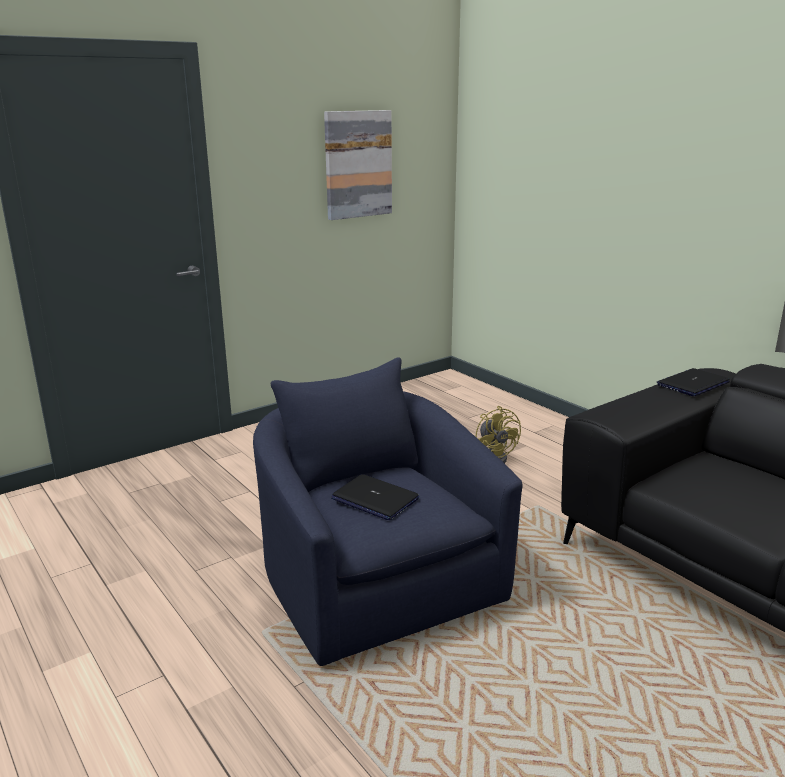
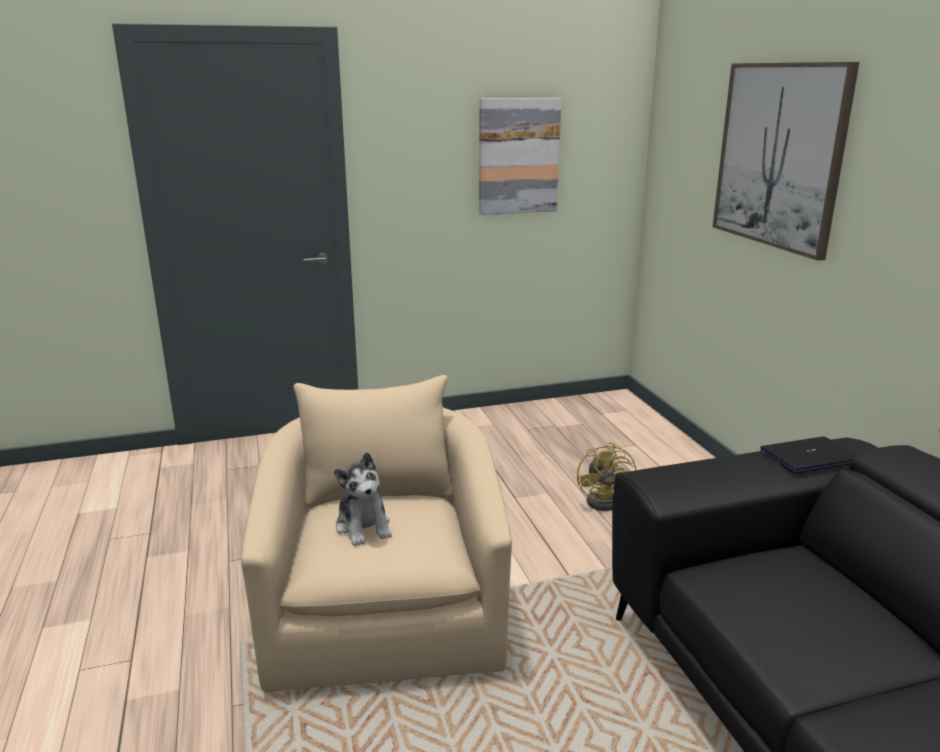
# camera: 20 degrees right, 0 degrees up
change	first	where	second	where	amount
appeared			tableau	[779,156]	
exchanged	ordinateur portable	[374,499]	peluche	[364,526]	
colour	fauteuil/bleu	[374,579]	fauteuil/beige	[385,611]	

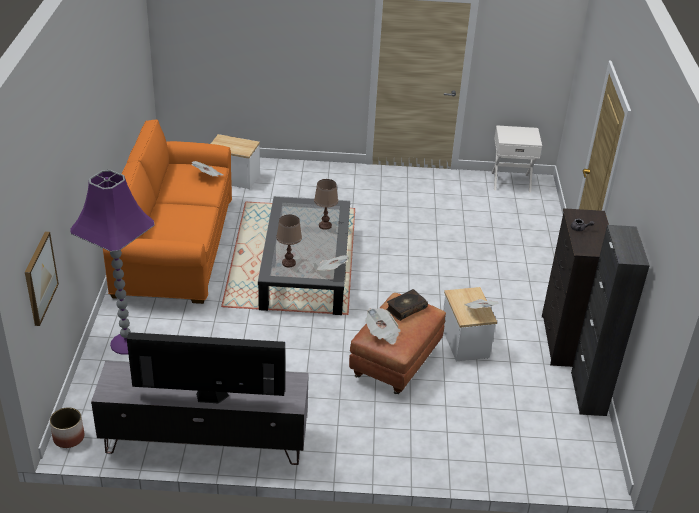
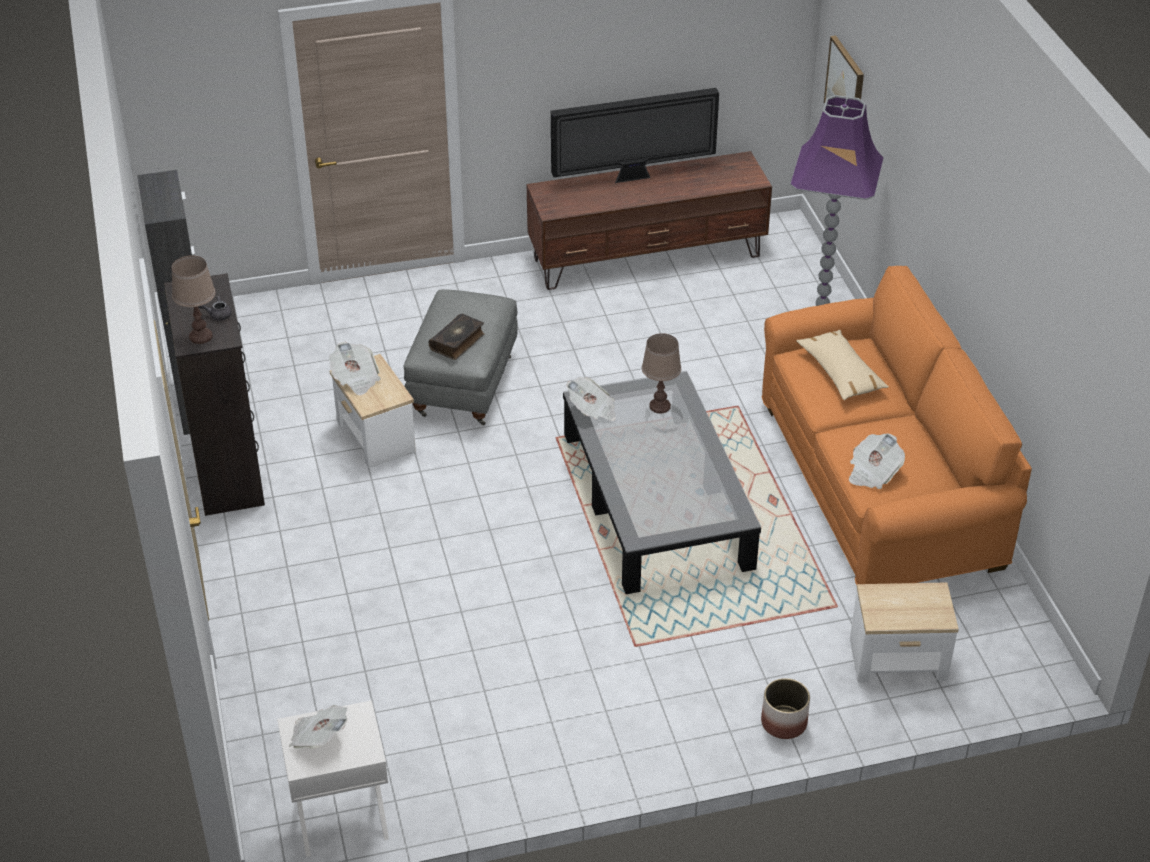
# camera: 165 degrees right, 5 degrees up
change	first	where	second	where	amount
appeared			coussin/beige	[840,372]	
relocated	cache-pot	[69,437]		[783,723]	
relocated	lampe de table/marron	[325,225]		[201,336]	
relocated	journal	[382,333]		[319,737]	
colour	meuble télé/gris	[204,440]	meuble télé/marron	[647,257]	
colour	pouf/marron	[395,364]	pouf/gris	[463,385]	

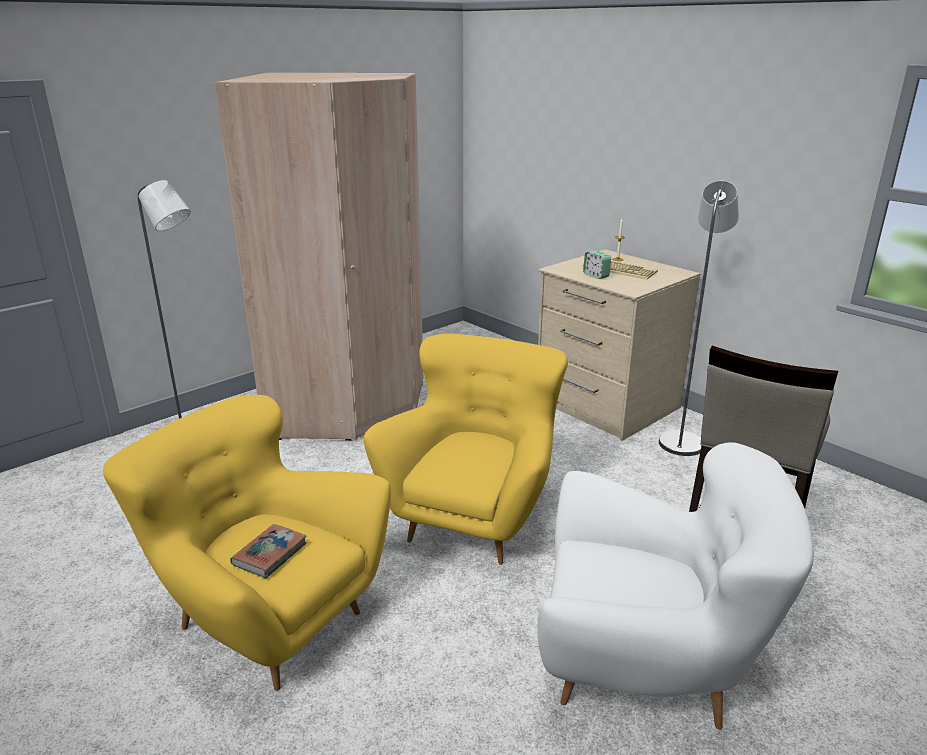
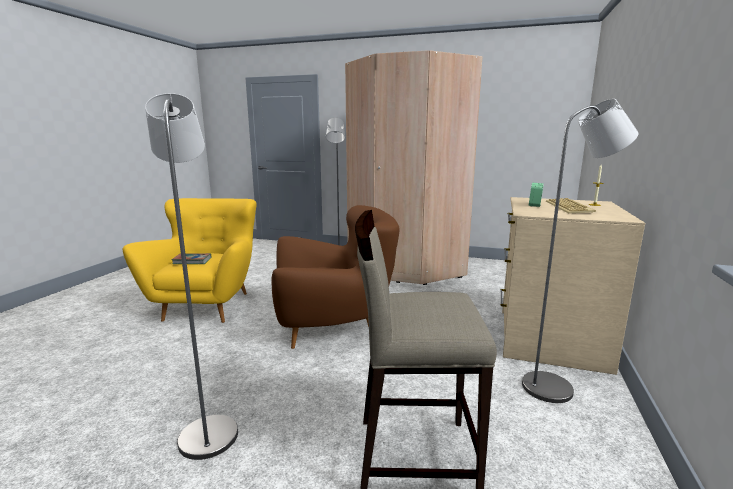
# camera: 60 degrees right, 10 degrees down
change	first	where	second	where	amount
exchanged	fauteuil/blanc	[645,668]	lampadaire/gris	[209,430]	
colour	fauteuil/jaune	[475,516]	fauteuil/marron	[334,328]	

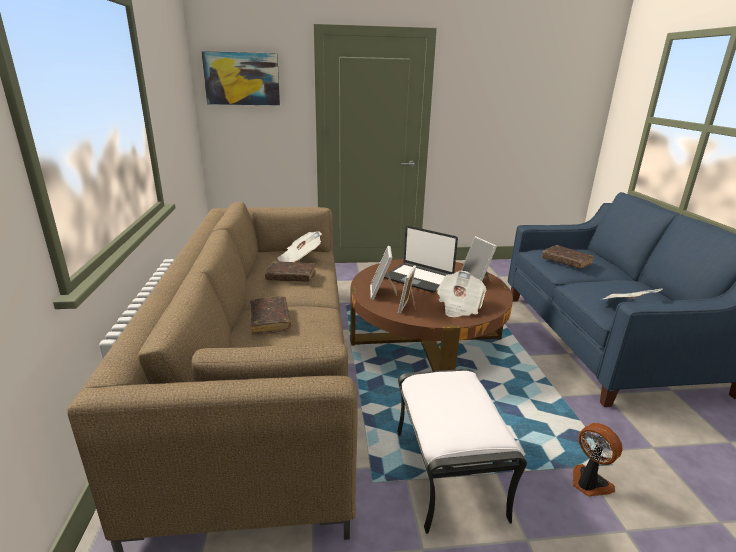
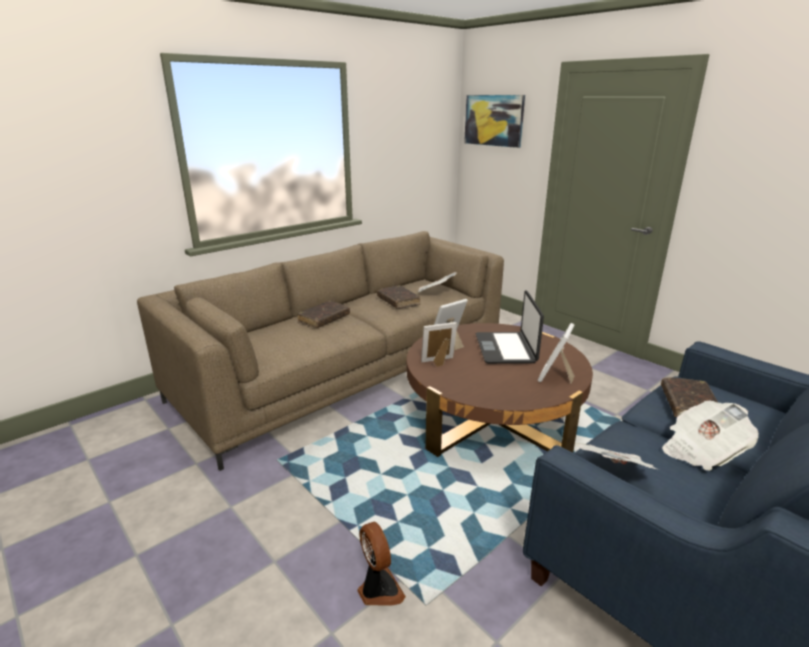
# camera: 55 degrees right, 0 degrees up
change	first	where	second	where	amount
missing	pouf/blanc	[449,473]			
relocated	journal	[459,306]		[701,451]	
spun	ventilateur	[588,483]		[378,590]	45 degrees counterclockwise

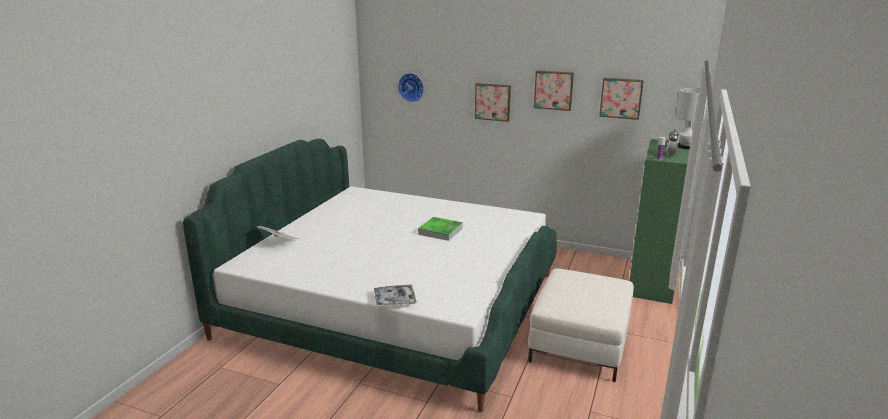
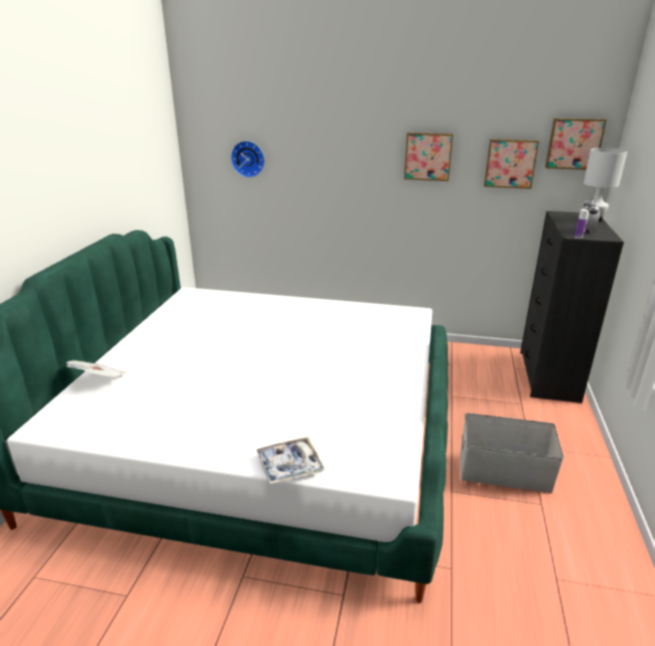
# camera: 10 degrees left, 5 degrees up
change	first	where	second	where	amount
missing	plateau	[440,231]			
relocated	tableau	[493,101]		[574,143]	
exchanged	pouf/blanc	[579,343]	boîte de rangement/gris	[503,472]	
colour	commode/vert	[652,282]	commode/noir	[548,376]	

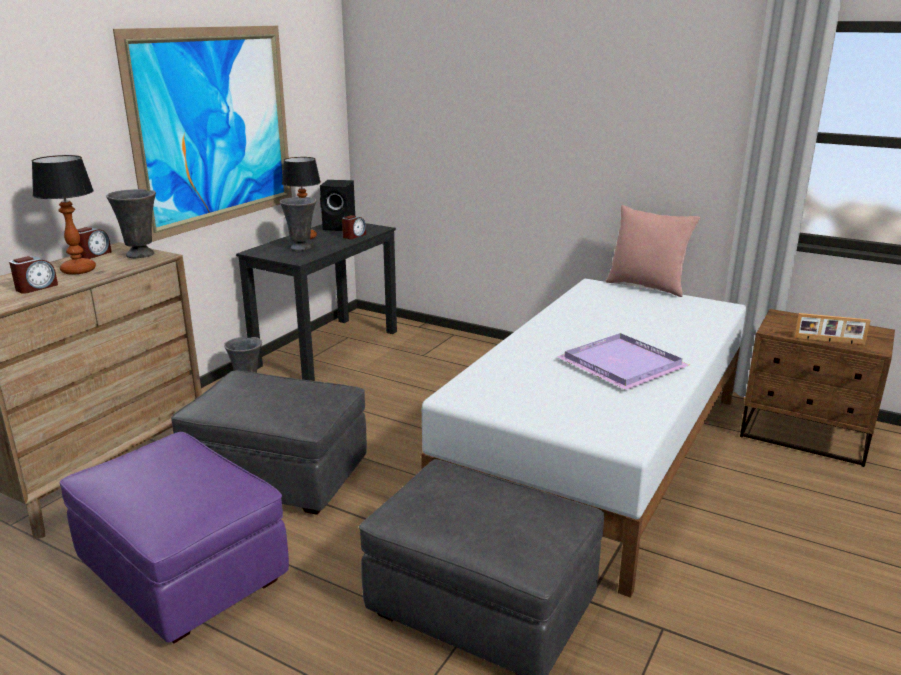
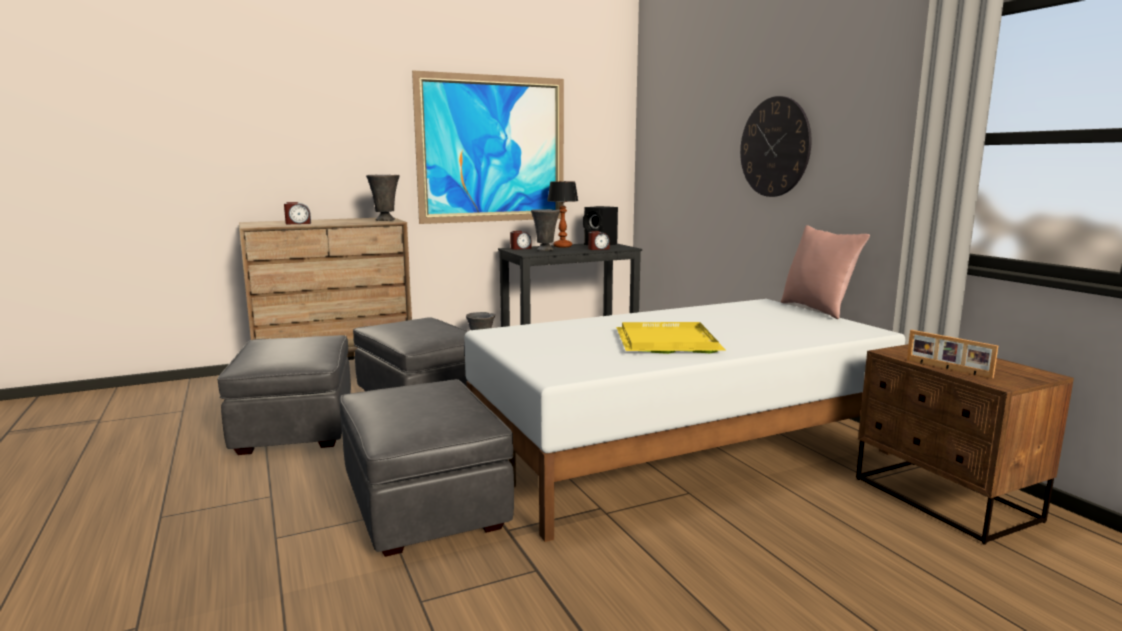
# camera: 35 degrees right, 10 degrees down
change	first	where	second	where	amount
missing	lampe de table	[77,270]			
appeared			horloge murale	[774,147]	
relocated	réveil	[93,255]		[520,248]	
colour	pouf/violet	[182,573]	pouf/gris	[295,427]	
colour	plateau/violet	[624,365]	plateau/jaune	[669,342]	

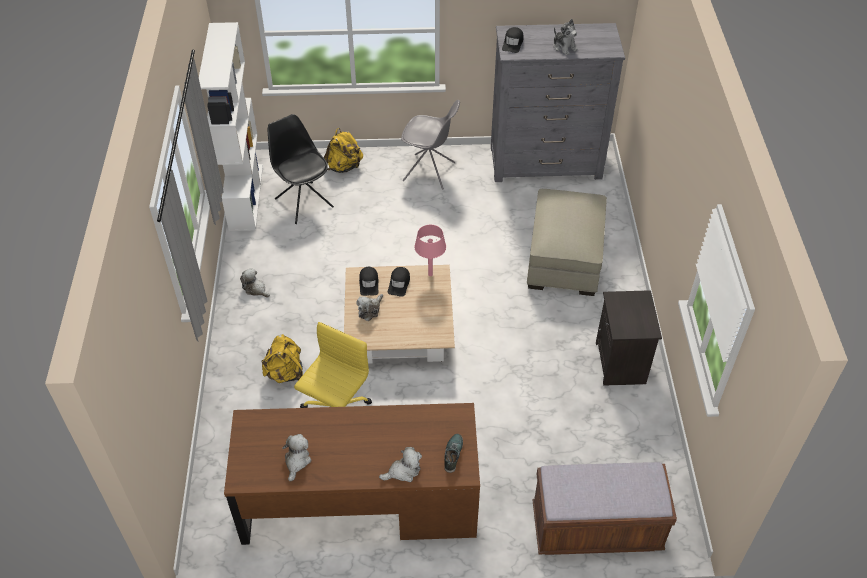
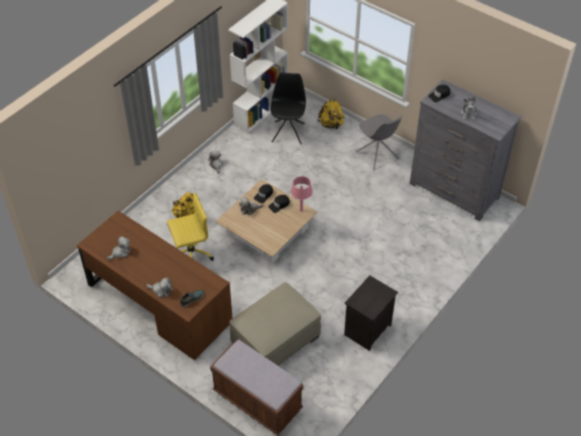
# camera: 40 degrees right, 0 degrees up
change	first	where	second	where	amount
relocated	pouf/beige	[564,258]		[276,339]	

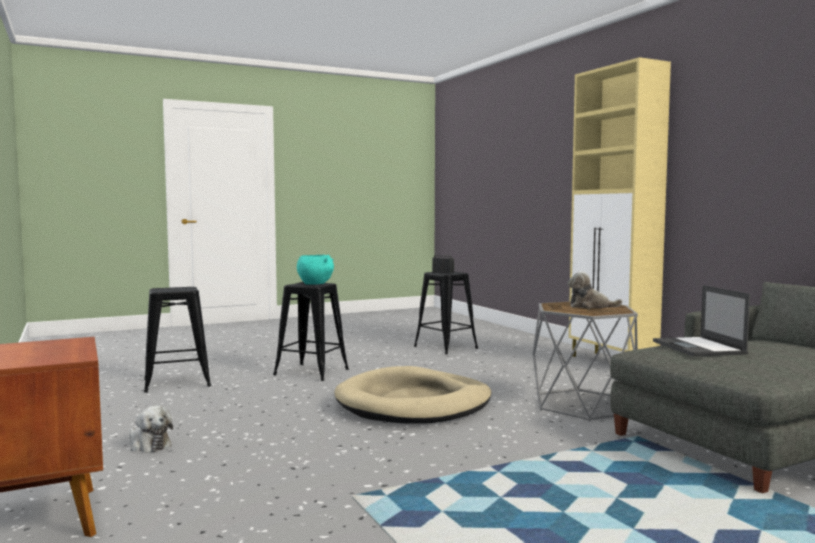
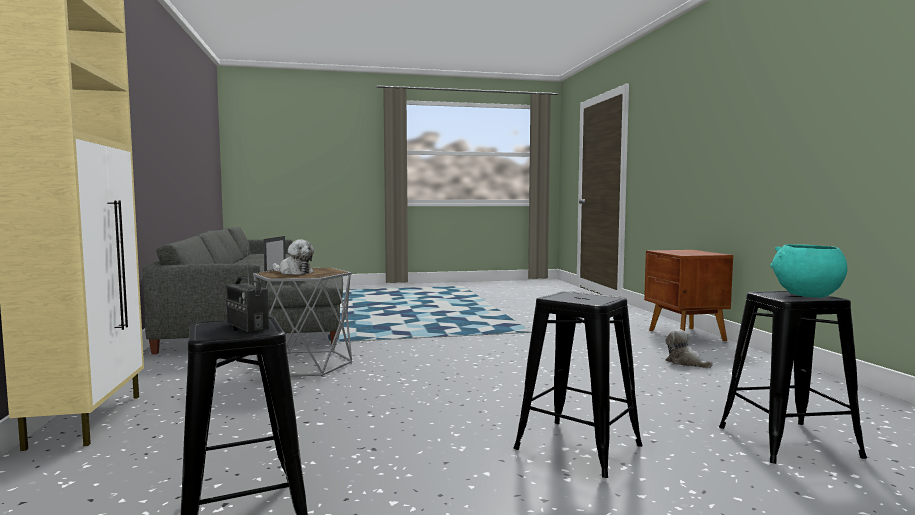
# camera: 165 degrees left, 0 degrees up
change	first	where	second	where	amount
missing	panier pour chien/beige	[414,403]			
relocated	bol/turquoise	[315,284]		[806,295]	

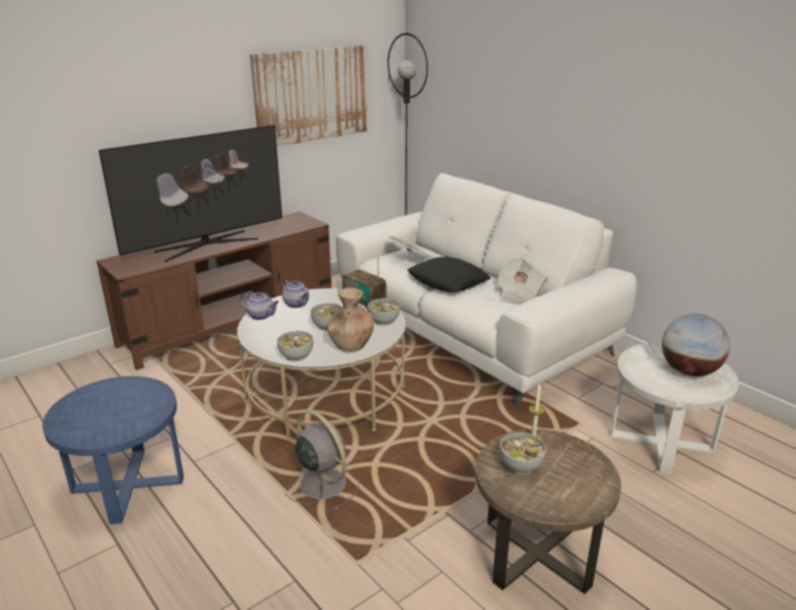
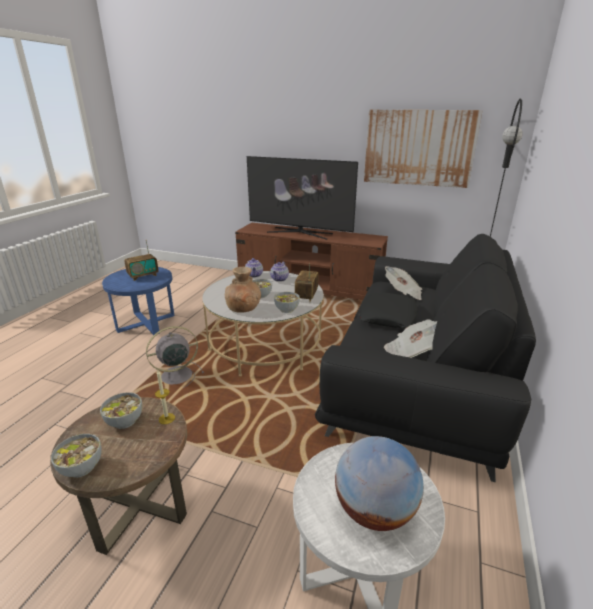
# camera: 60 degrees right, 0 degrees up
change	first	where	second	where	amount
appeared			radio	[143,276]	
relocated	bol	[296,356]		[81,467]	
colour	canapé/blanc	[471,331]	canapé/noir	[417,375]	
spun	ventilateur/gris	[321,483]		[175,376]	135 degrees counterclockwise

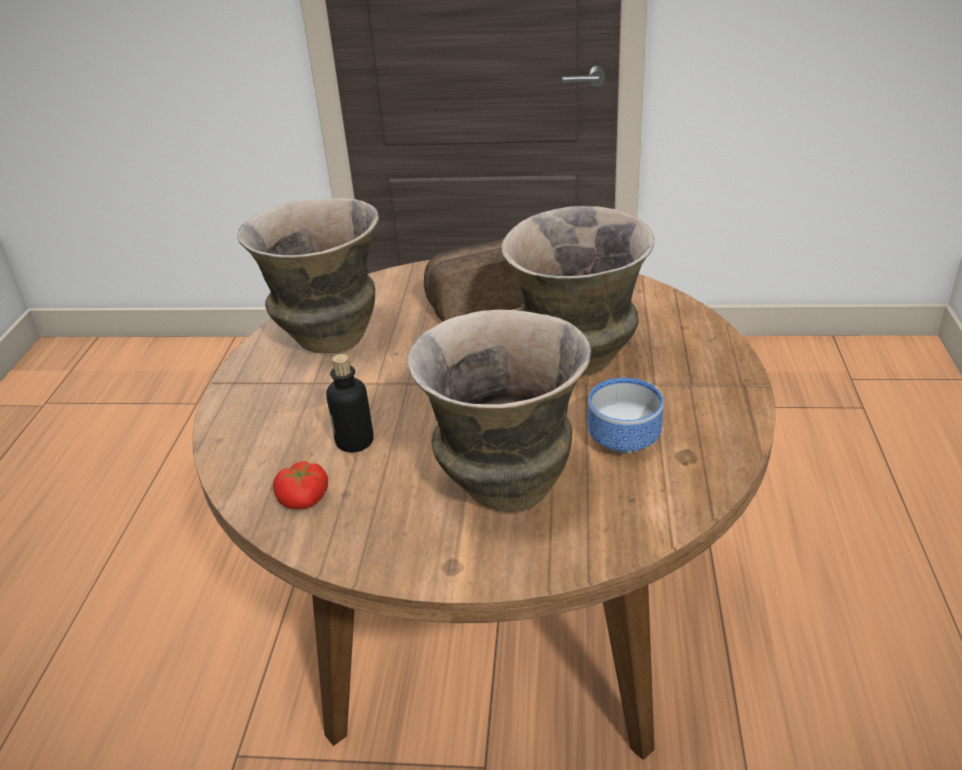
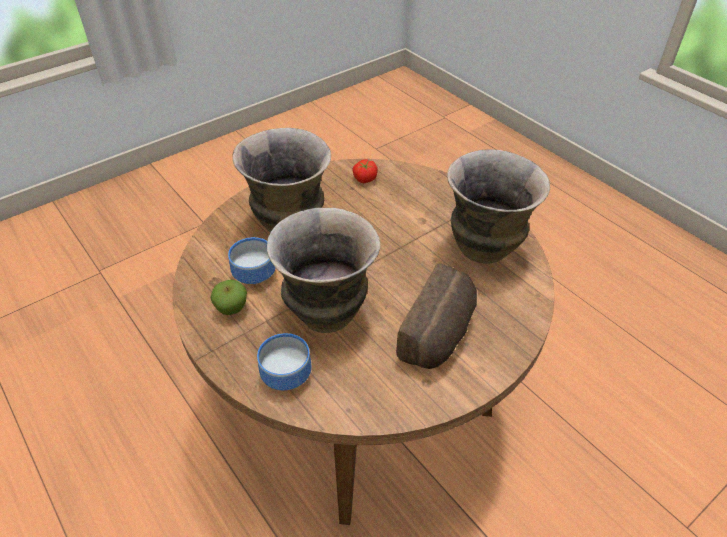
# camera: 135 degrees right, 10 degrees up
change	first	where	second	where	amount
missing	bouteille	[355,441]			
appeared			pomme	[231,309]	
appeared			bol	[287,376]	

